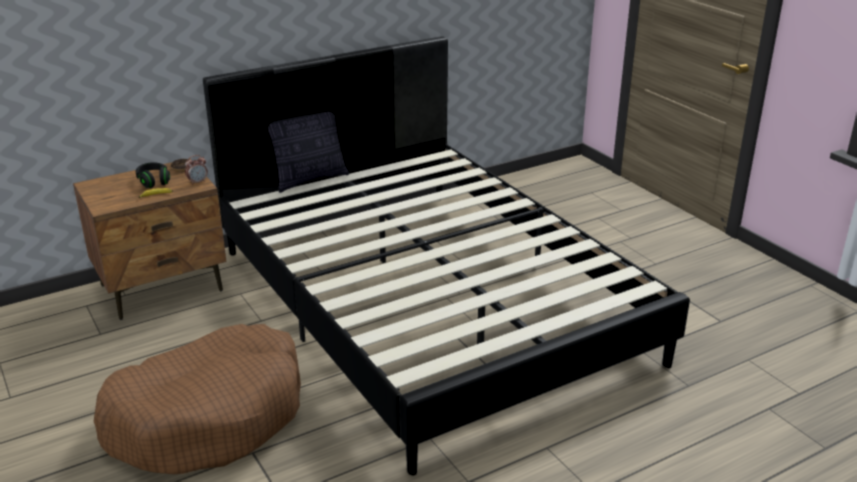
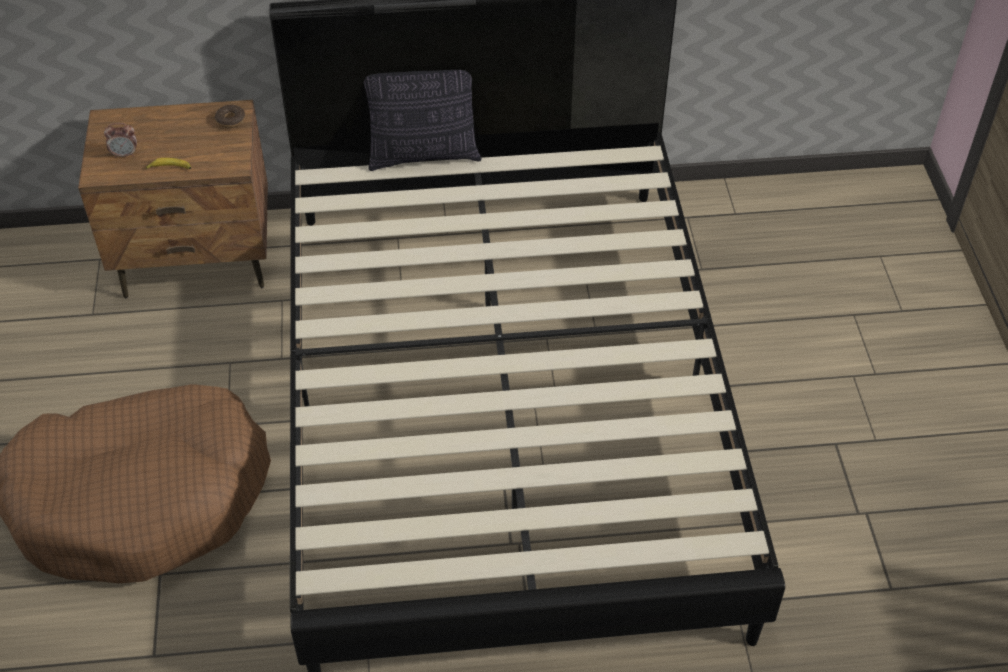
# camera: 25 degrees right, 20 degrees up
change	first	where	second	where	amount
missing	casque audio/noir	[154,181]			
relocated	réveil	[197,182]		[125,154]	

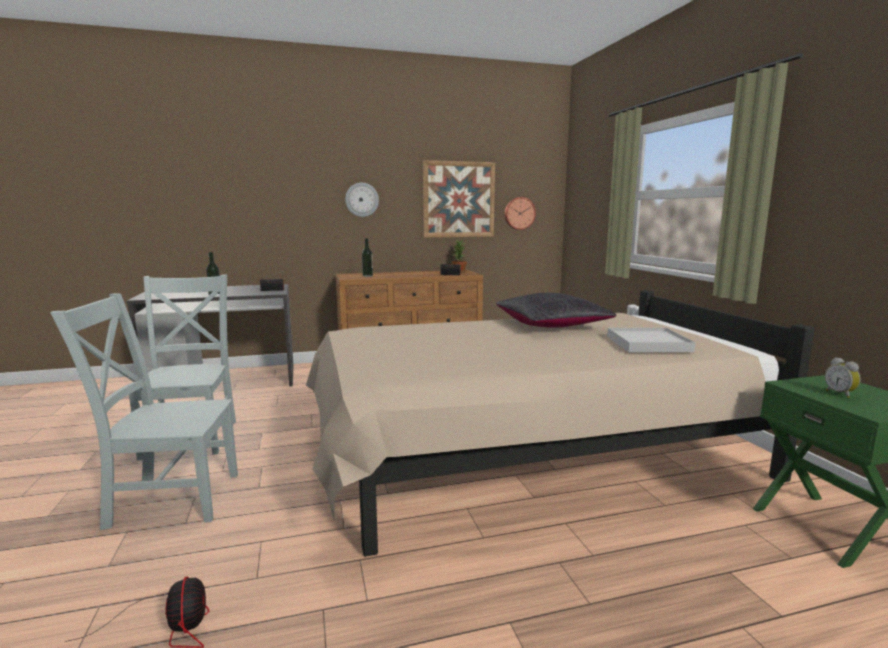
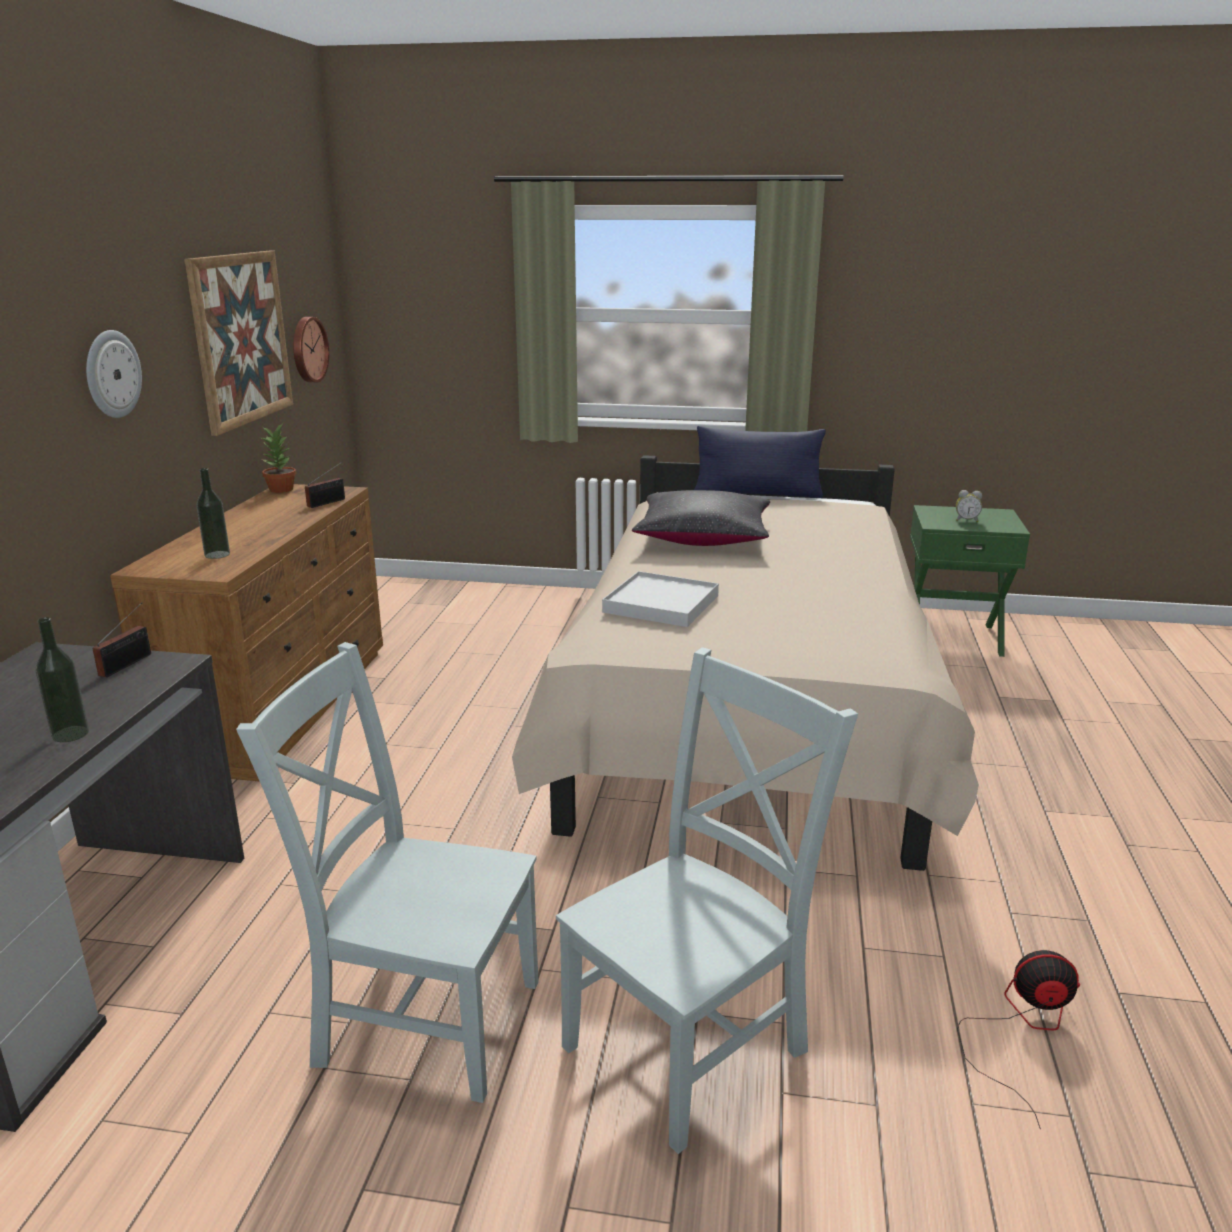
# camera: 65 degrees left, 10 degrees up
change	first	where	second	where	amount
appeared			coussin/bleu	[757,494]	
relocated	plateau/blanc	[648,344]		[661,604]	
spun	chaise/gris	[169,499]		[692,1043]	150 degrees counterclockwise

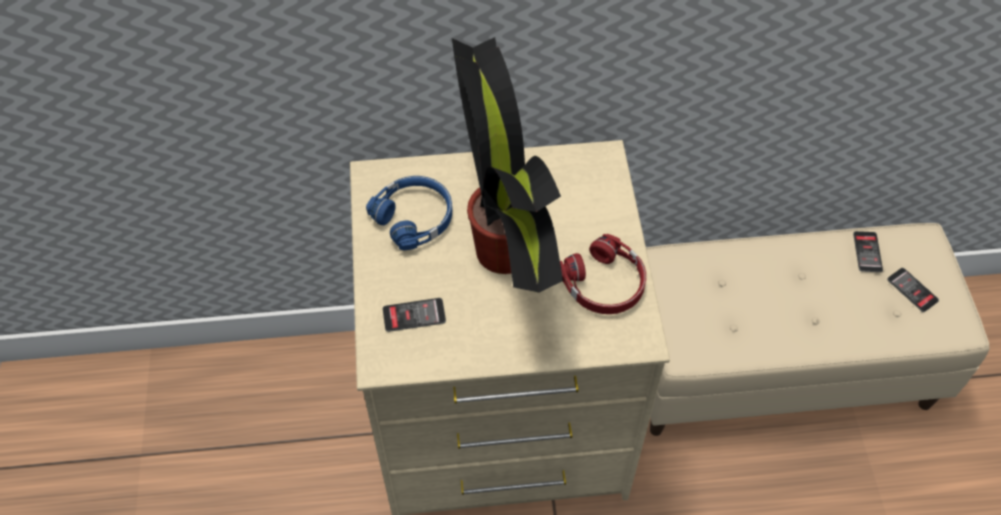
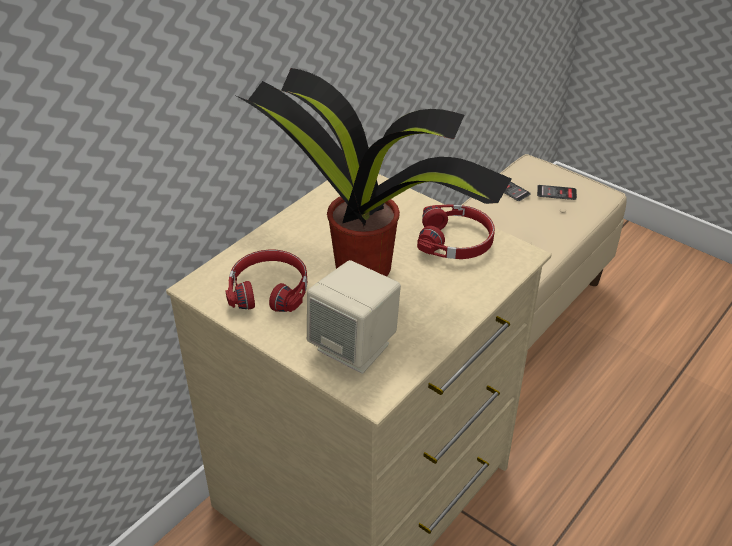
# camera: 45 degrees left, 15 degrees down
change	first	where	second	where	amount
exchanged	téléphone	[414,315]	enceinte/beige	[354,347]	
colour	casque audio/bleu	[415,217]	casque audio/rouge	[269,289]	

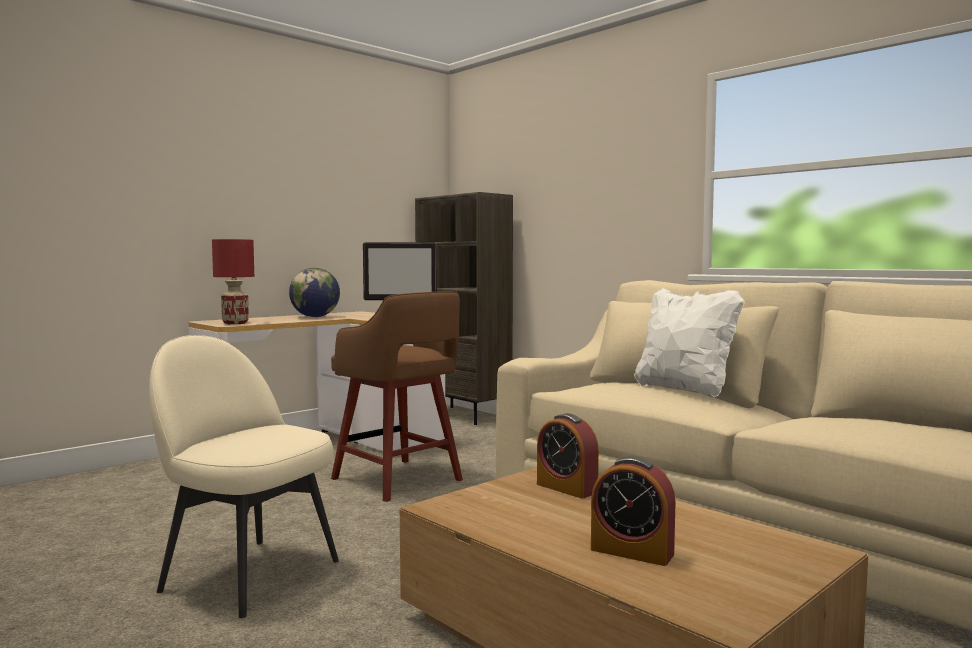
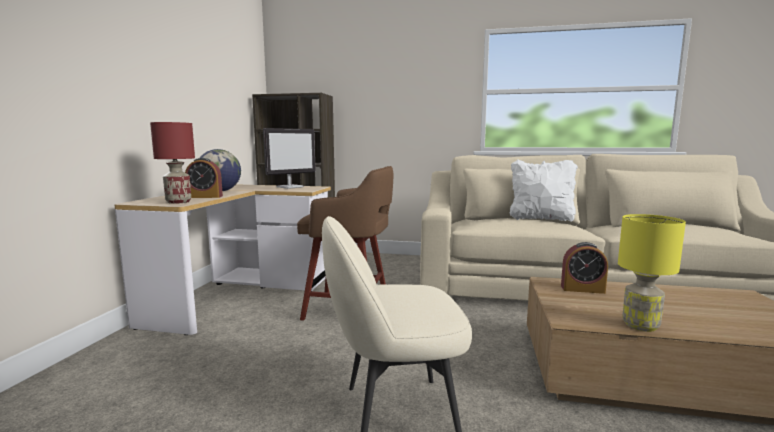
# camera: 35 degrees left, 5 degrees up
change	first	where	second	where	amount
appeared			lampe de table/jaune	[639,325]	
relocated	réveil	[632,552]		[205,197]	

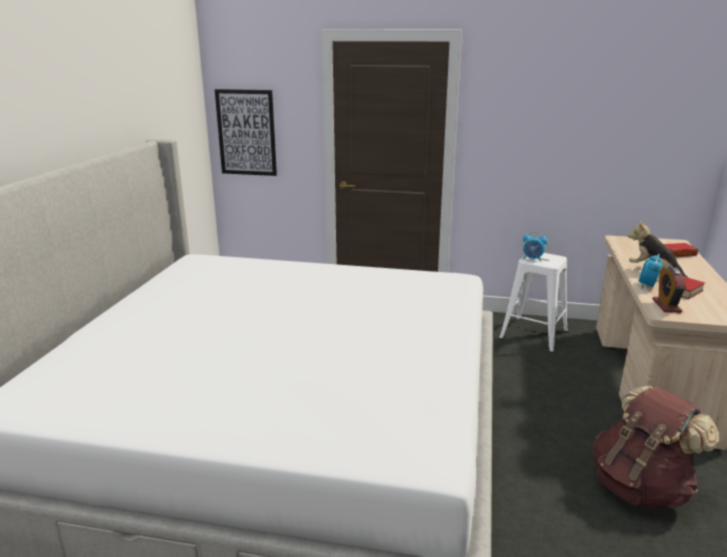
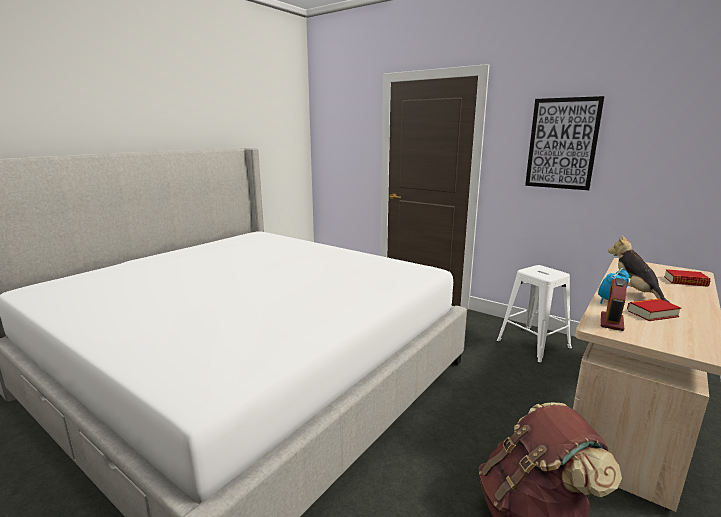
# camera: 25 degrees right, 5 degrees down
change	first	where	second	where	amount
missing	réveil	[532,259]			
relocated	tableau	[246,133]		[562,144]	

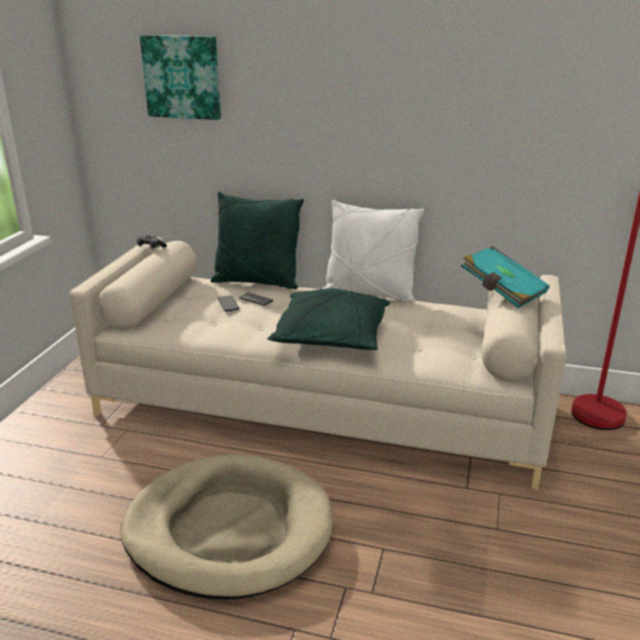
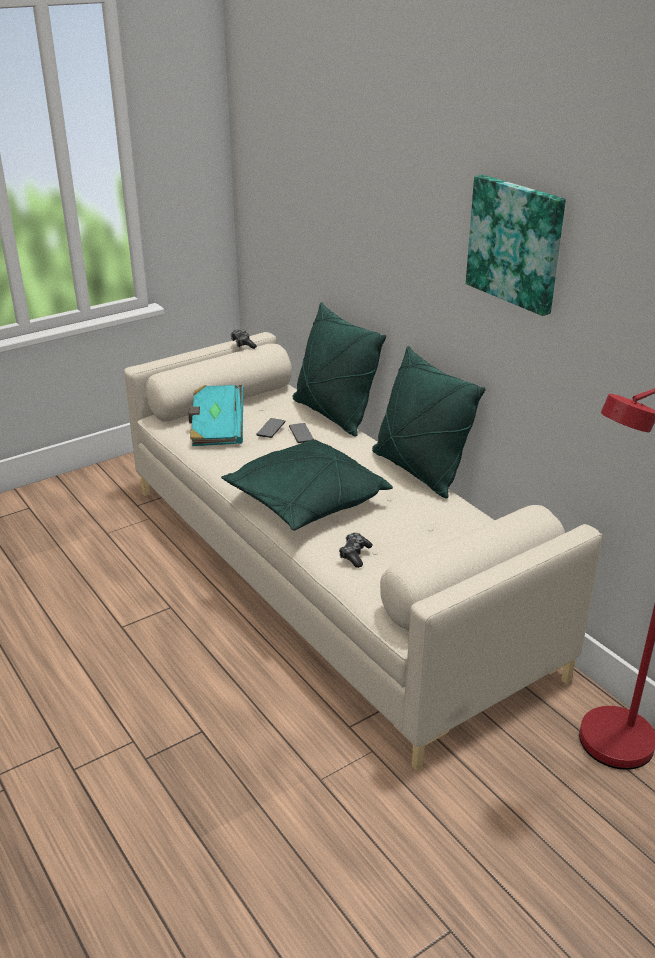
# camera: 40 degrees right, 5 degrees up
change	first	where	second	where	amount
missing	panier pour chien/beige	[229,529]			
appeared			manette	[354,555]	
relocated	tableau	[182,77]		[516,243]	
relocated	livre/turquoise	[502,291]		[216,429]	
colour	coussin/blanc	[369,294]	coussin/vert	[419,471]	

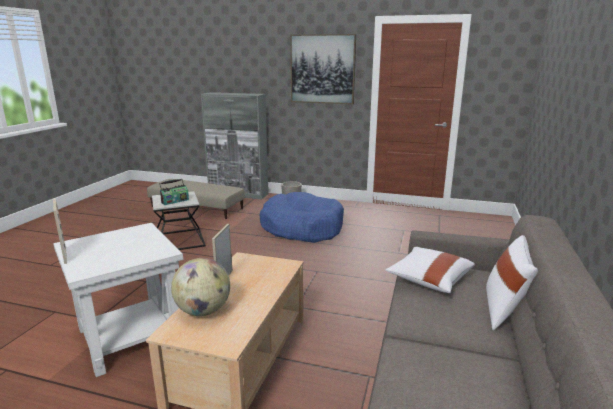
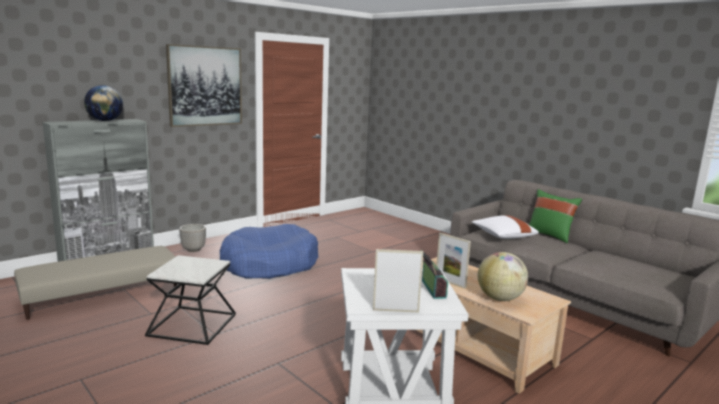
# camera: 60 degrees left, 5 degrees down
change	first	where	second	where	amount
appeared			globe	[105,121]	
relocated	radio	[175,201]		[432,289]	
colour	coussin/blanc	[504,311]	coussin/vert	[550,235]	

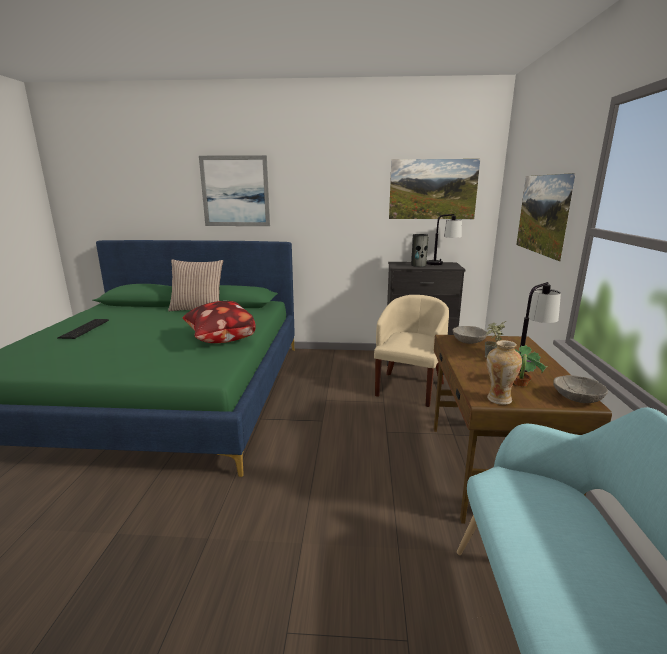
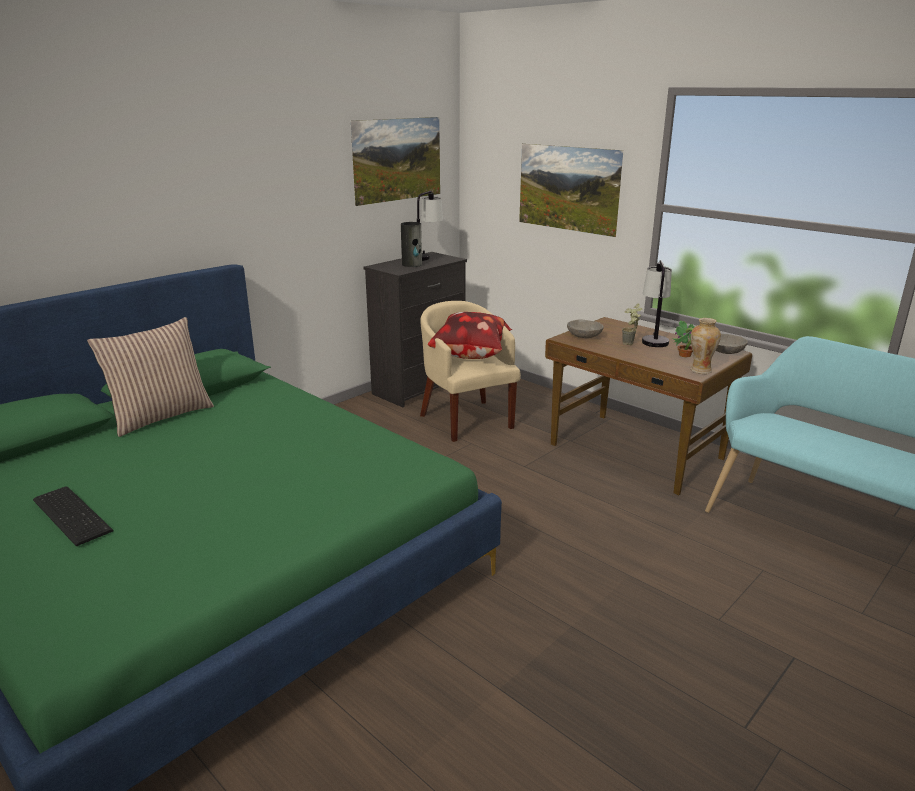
# camera: 50 degrees left, 5 degrees up
change	first	where	second	where	amount
missing	tableau	[235,191]			
relocated	coussin	[220,340]		[471,356]	

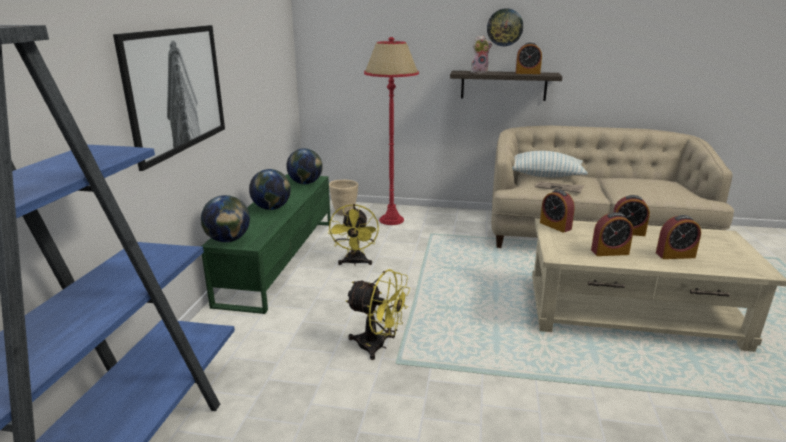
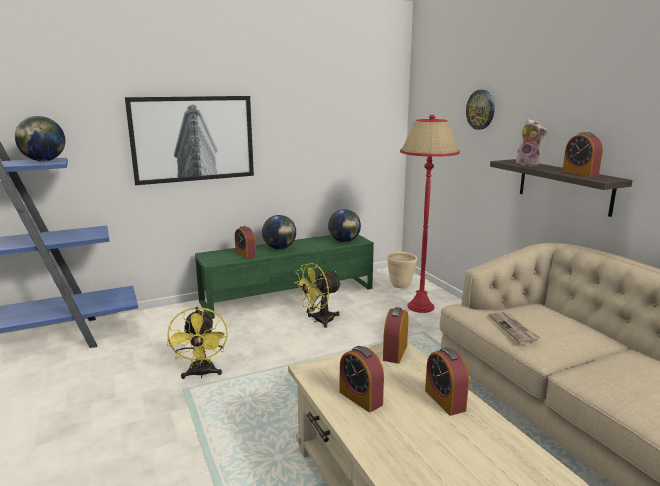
# camera: 55 degrees right, 5 degrees down
change	first	where	second	where	amount
missing	coussin	[544,175]			
relocated	globe	[228,240]		[44,161]	
relocated	horloge murale	[504,27]		[480,109]	
relocated	réveil	[675,255]		[245,254]	

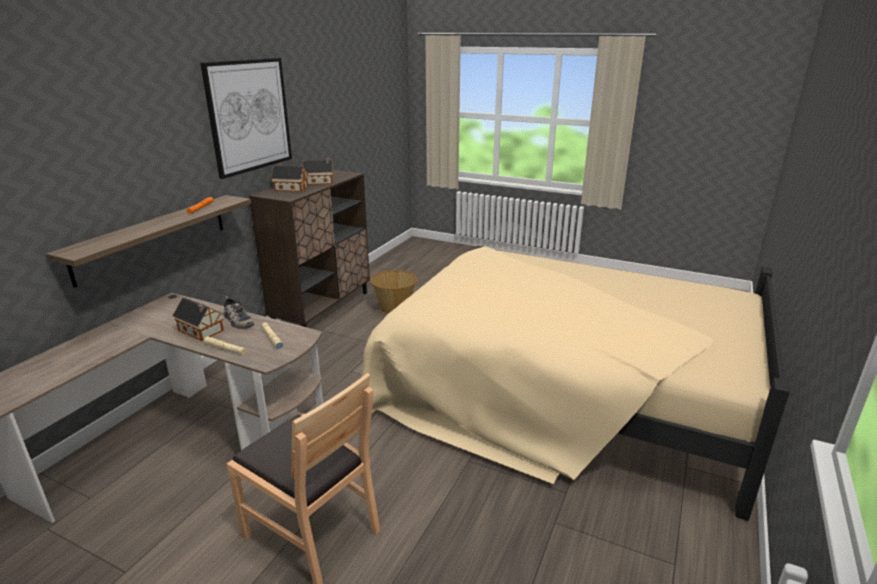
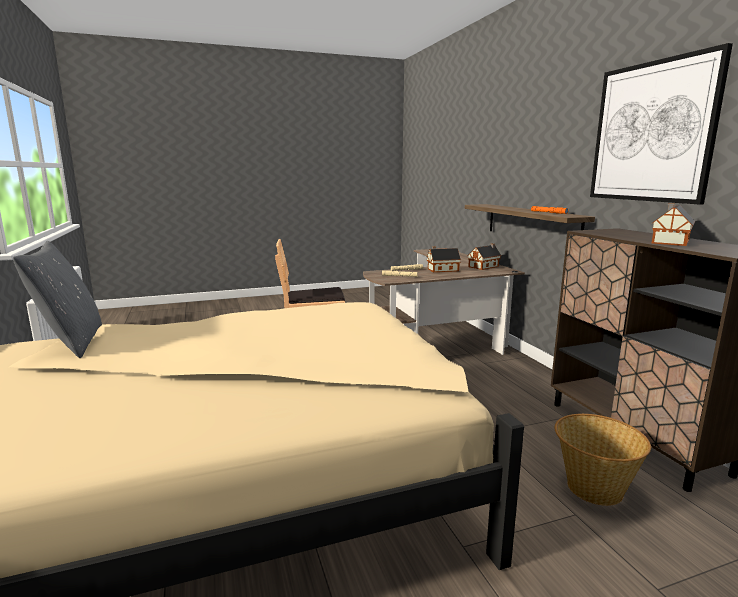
# camera: 135 degrees right, 10 degrees down
change	first	where	second	where	amount
missing	chaussure	[237,320]			
appeared			coussin/gris	[72,342]	
relocated	maison miniature	[290,188]		[484,266]	

